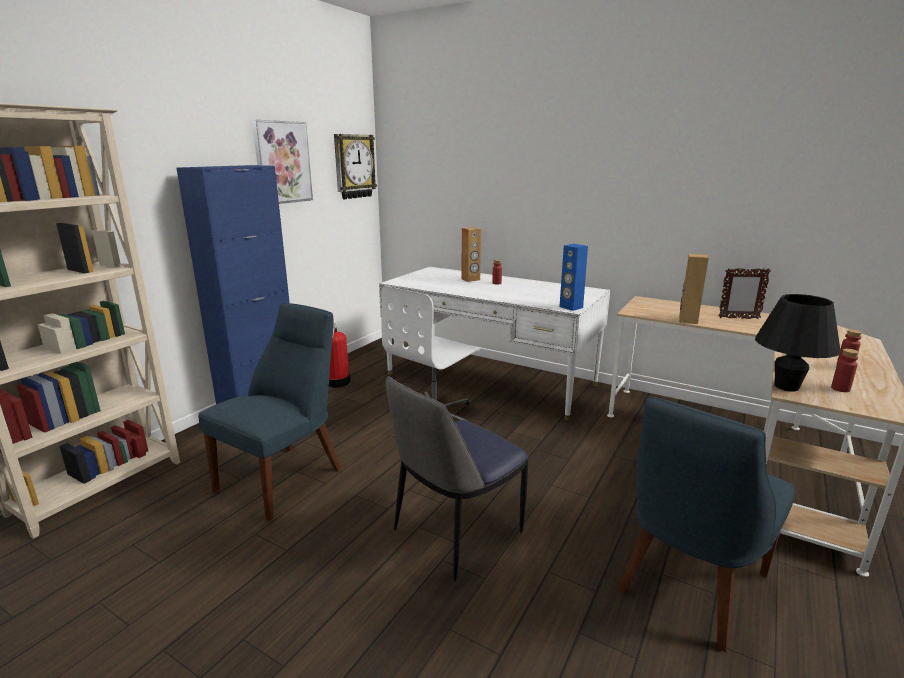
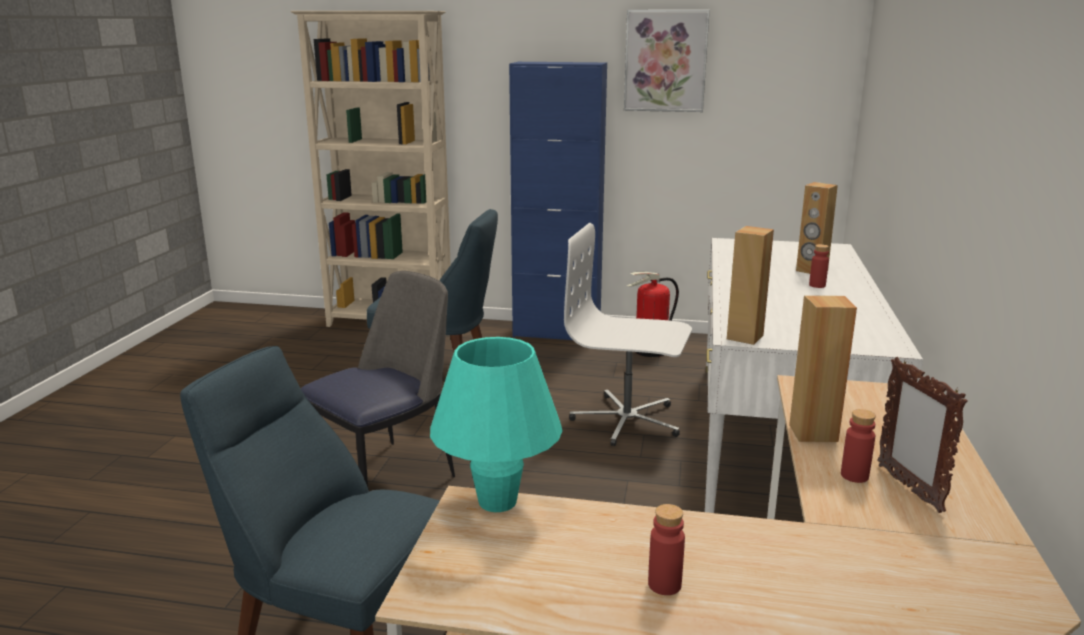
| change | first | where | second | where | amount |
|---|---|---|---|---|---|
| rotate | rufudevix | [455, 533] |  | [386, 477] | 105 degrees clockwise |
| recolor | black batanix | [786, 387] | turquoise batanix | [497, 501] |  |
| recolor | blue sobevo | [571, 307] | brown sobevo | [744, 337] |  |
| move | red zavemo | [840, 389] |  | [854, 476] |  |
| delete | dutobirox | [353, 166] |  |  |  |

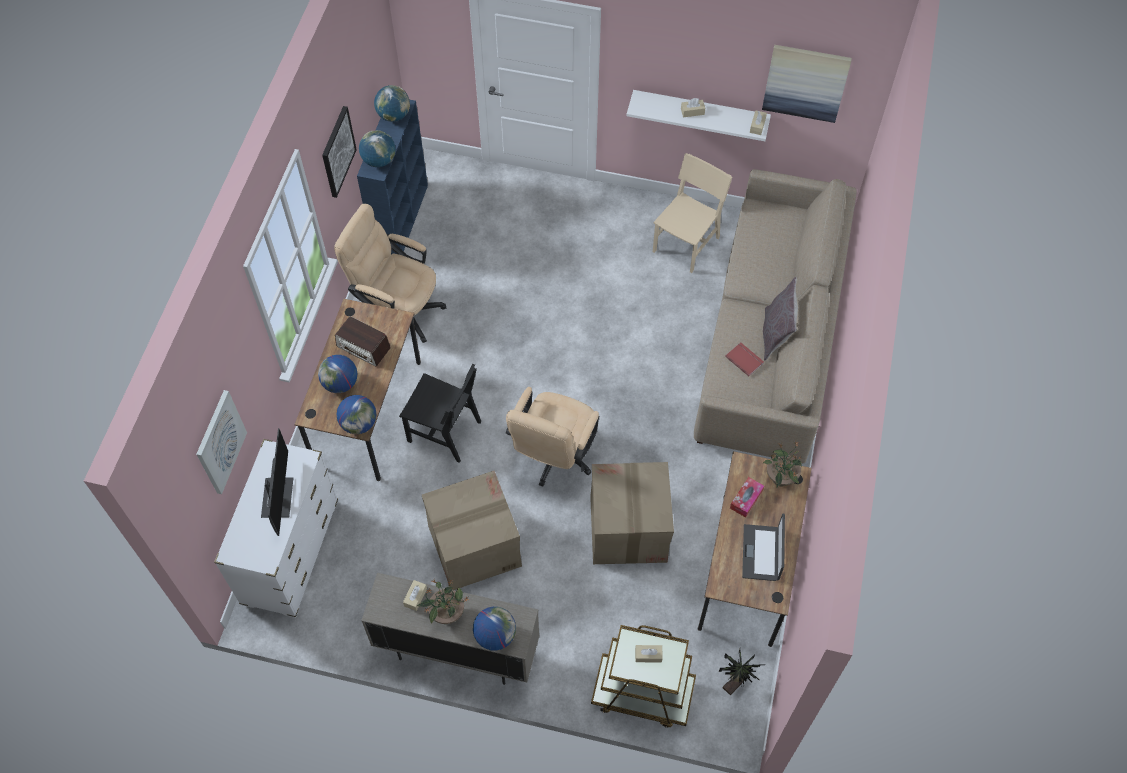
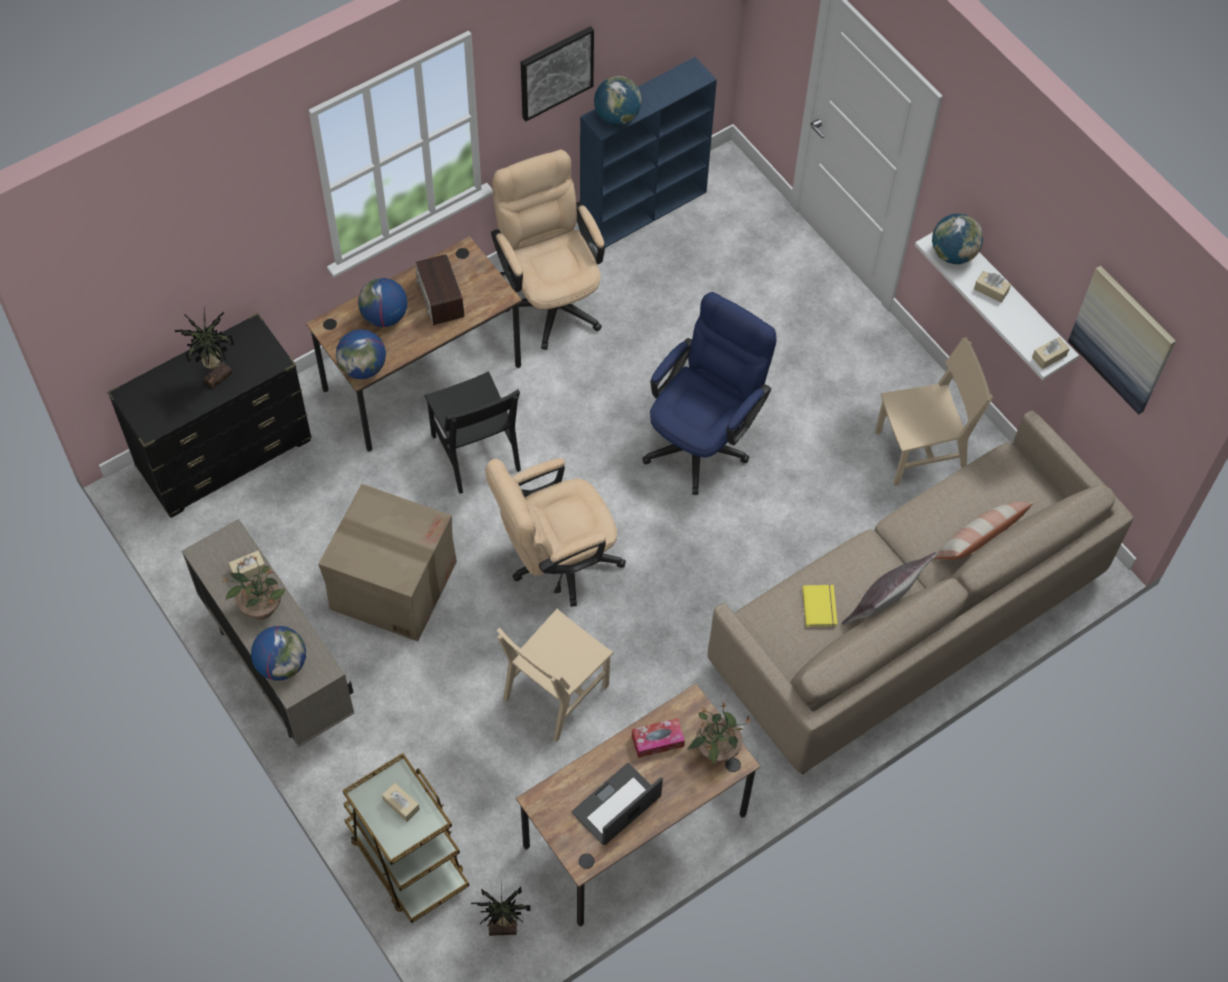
| change | first | where | second | where | amount |
|---|---|---|---|---|---|
| recolor | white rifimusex | [291, 552] | black rifimusex | [225, 455] |  |
| replace | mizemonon | [277, 497] | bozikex | [216, 376] |  |
| replace | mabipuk | [628, 530] | beige rufudevix | [556, 692] |  |
| insert |  |  | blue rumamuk | [703, 439] |  |
| recolor | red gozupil | [745, 359] | yellow gozupil | [821, 606] |  |
| move | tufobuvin | [394, 115] |  | [953, 254] |  |
| insert |  |  | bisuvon | [978, 540] |  |
| delete | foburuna | [220, 442] |  |  |  |

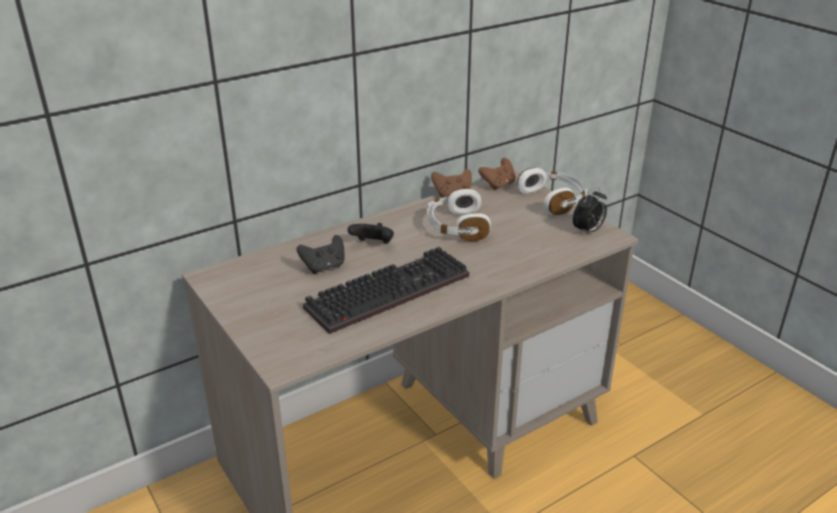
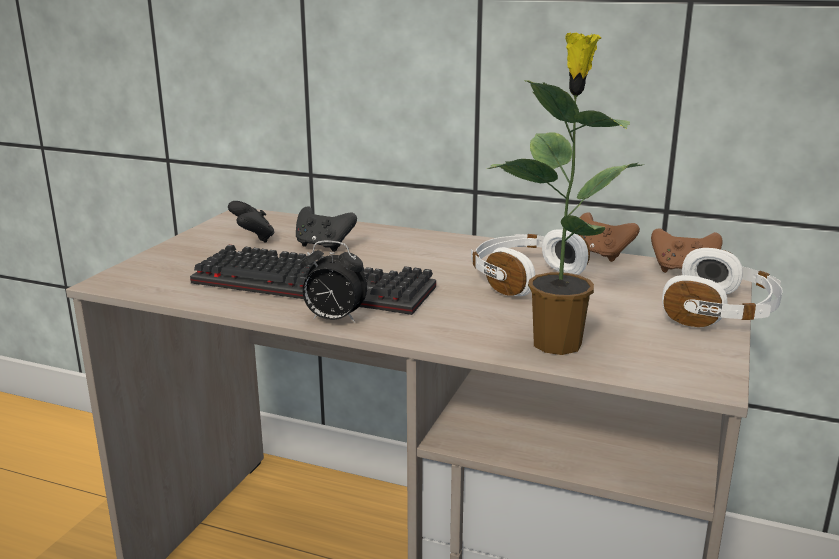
| change | first | where | second | where | amount |
|---|---|---|---|---|---|
| move | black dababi | [373, 245] |  | [253, 238] |  |
| move | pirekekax | [588, 231] |  | [334, 320] |  |
| insert |  |  | bozikex | [557, 342] |  |

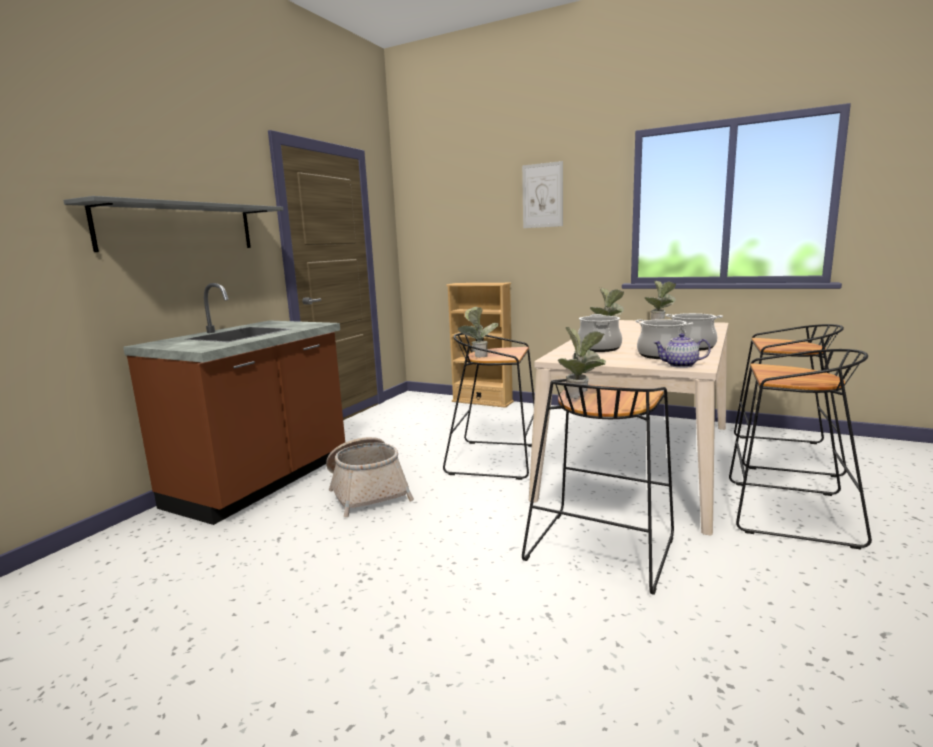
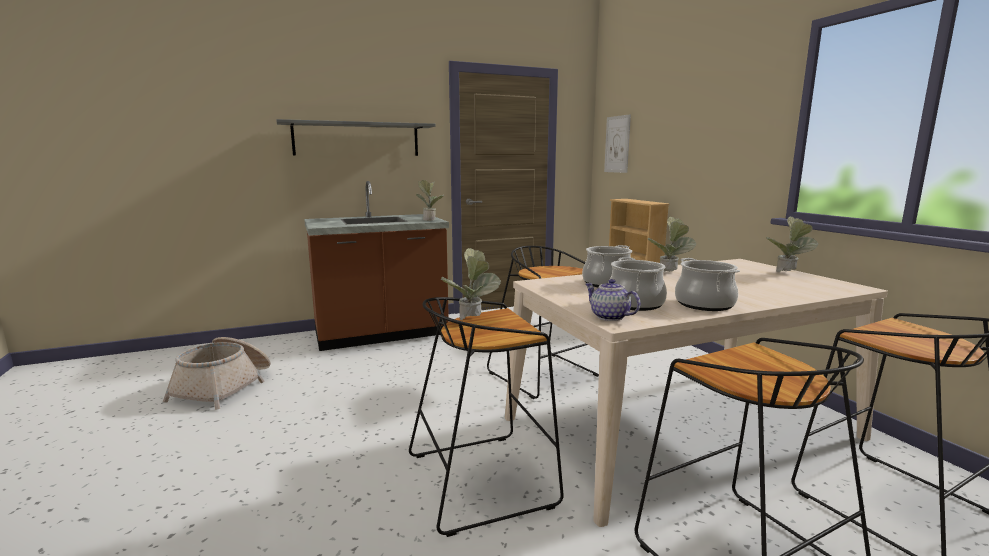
| change | first | where | second | where | amount |
|---|---|---|---|---|---|
| move | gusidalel | [367, 491] |  | [225, 387] |  |
| move | bozikex | [478, 355] |  | [430, 219] |  |
| move | foburuna | [542, 195] |  | [617, 144] |  |

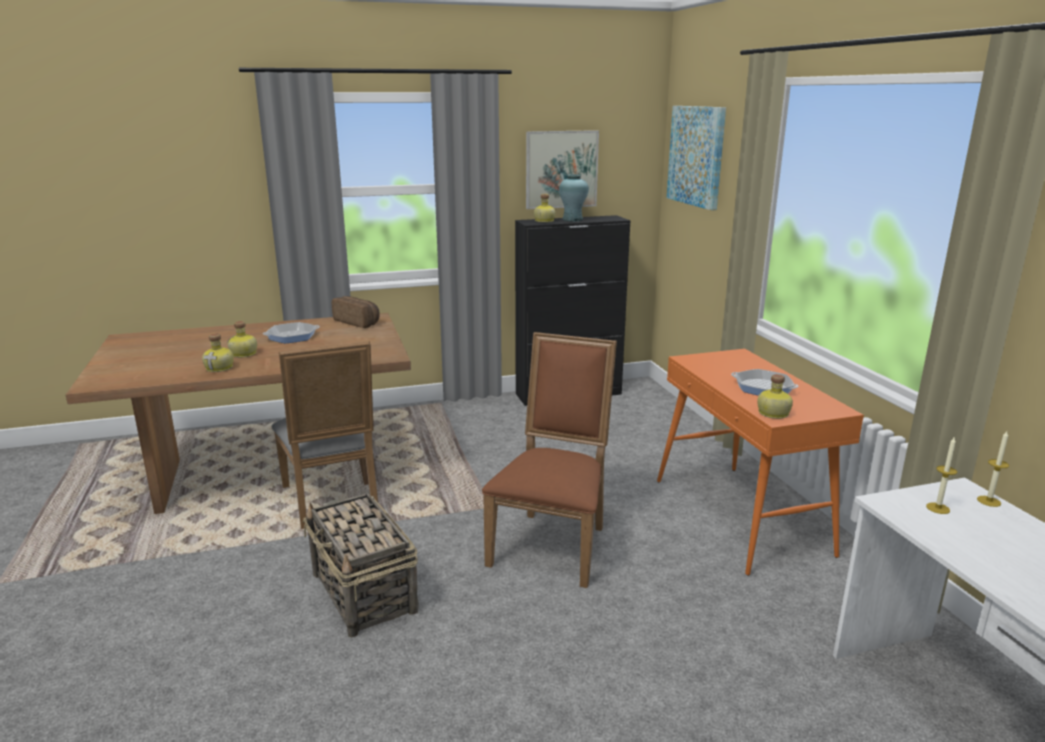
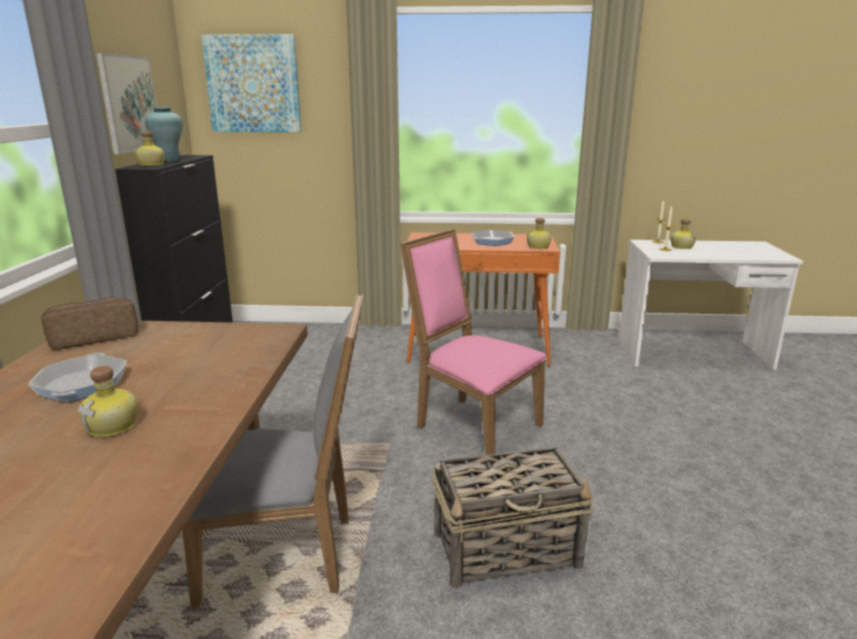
| change | first | where | second | where | amount |
|---|---|---|---|---|---|
| recolor | brown rufudevix | [553, 543] | pink rufudevix | [472, 425] |  |
| move | zavemo | [220, 368] |  | [681, 247] |  |

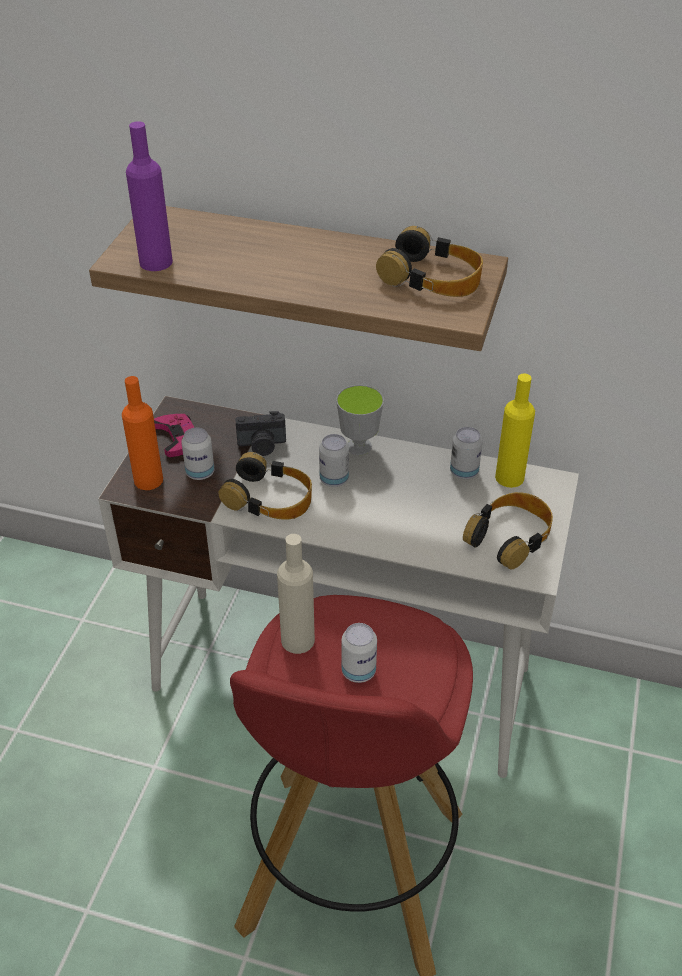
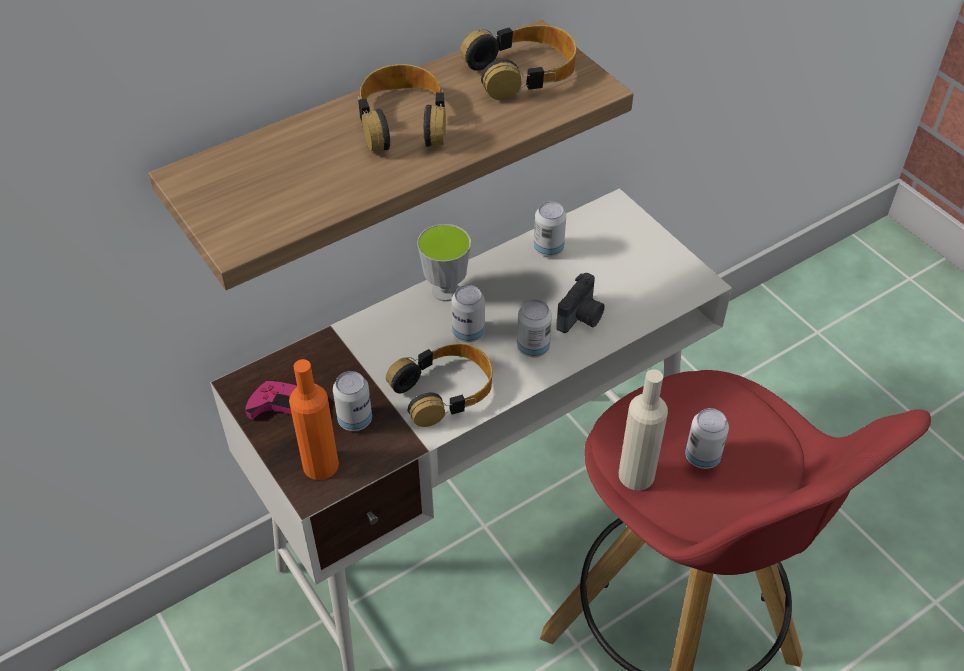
| change | first | where | second | where | amount |
|---|---|---|---|---|---|
| move | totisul | [510, 536] |  | [403, 121] |  |
| insert |  |  | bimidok | [533, 348] |  |
| move | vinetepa | [262, 446] |  | [581, 317] |  |
| delete | purple zavemo | [156, 262] |  |  |  |
| delete | yellow zavemo | [509, 477] |  |  |  |

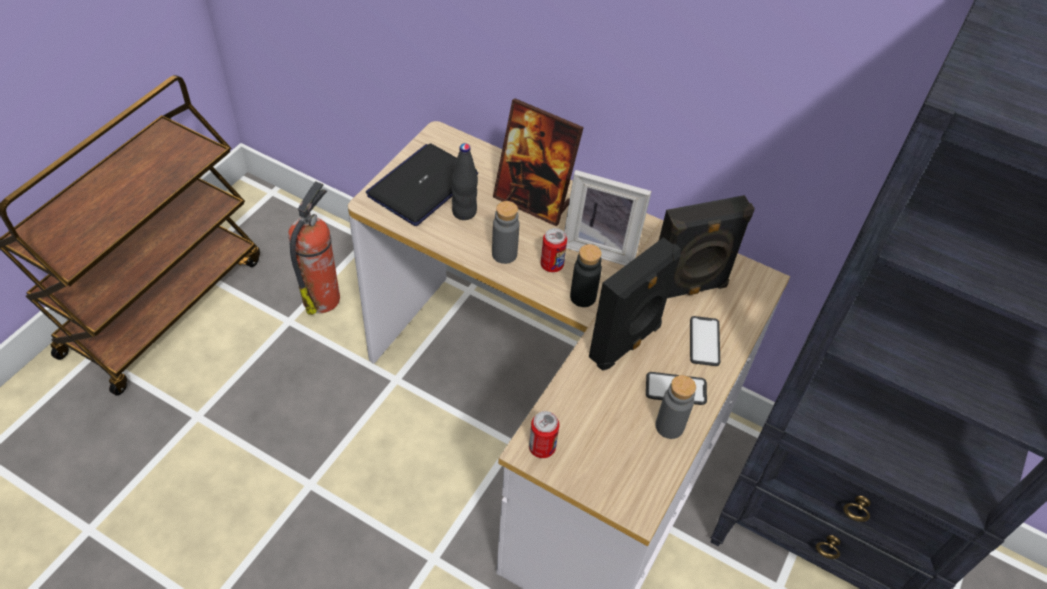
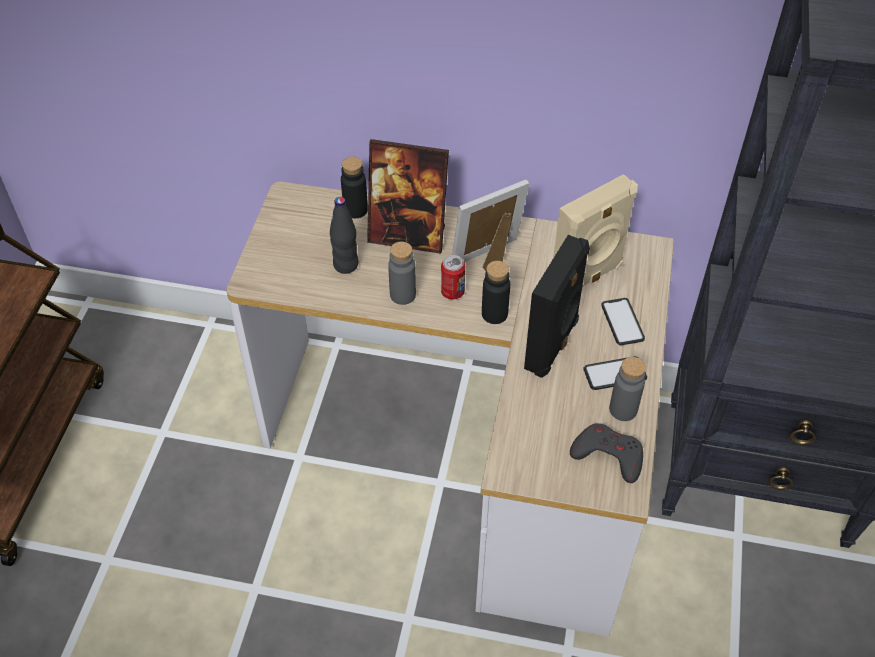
| change | first | where | second | where | amount |
|---|---|---|---|---|---|
| insert |  |  | black zavemo | [355, 210] |  |
| rotate | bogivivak | [601, 246] |  | [491, 260] | 150 degrees clockwise |
| recolor | black sobevo | [688, 289] | beige sobevo | [588, 277] |  |
| insert |  |  | grey dababi | [608, 455] |  |
| delete | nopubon | [322, 297] |  |  |  |
| delete | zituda | [422, 185] |  |  |  |
| delete | bimidok | [542, 447] |  |  |  |

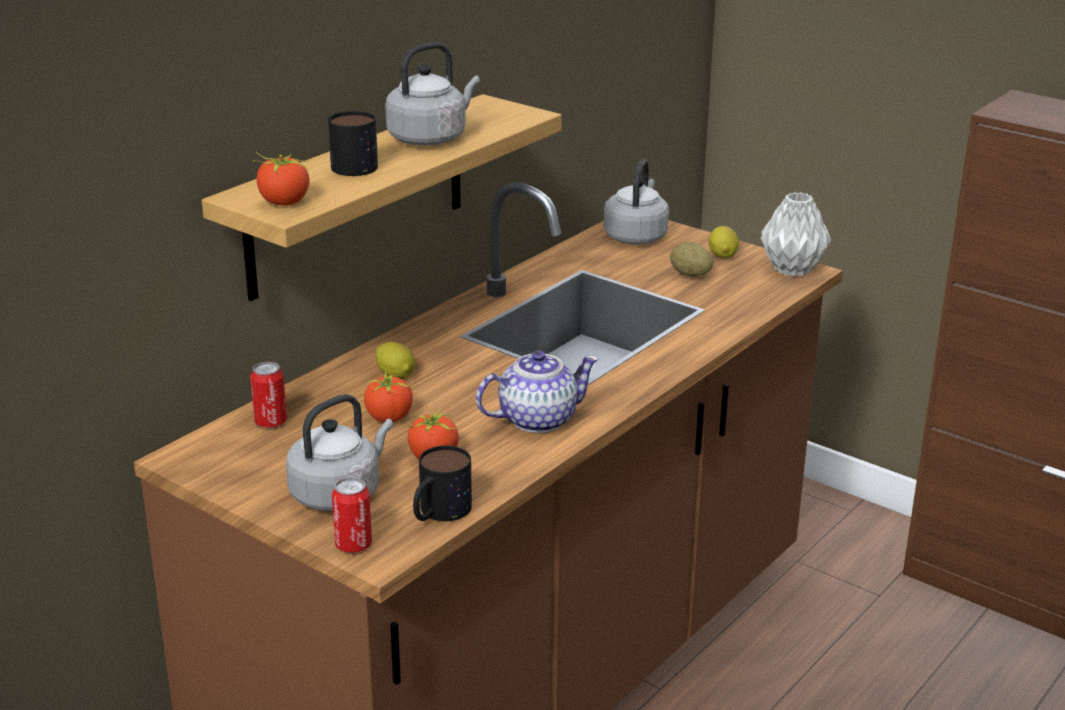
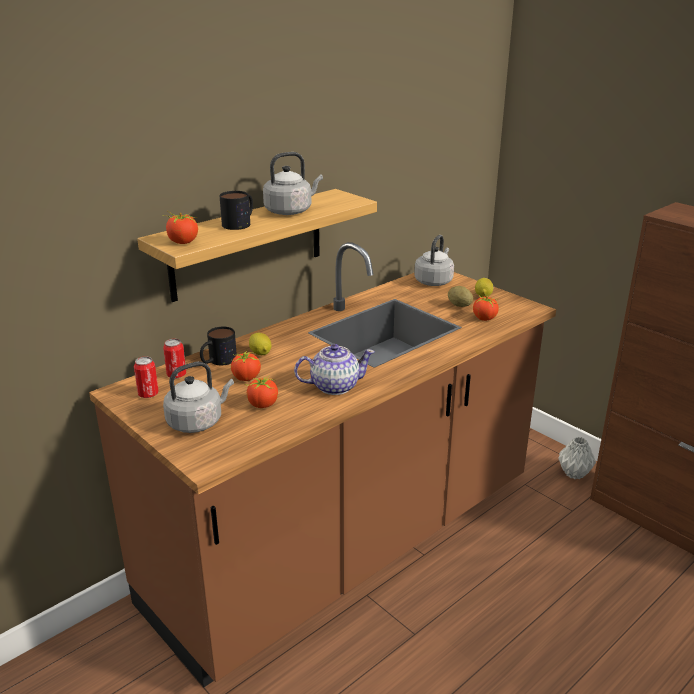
| change | first | where | second | where | amount |
|---|---|---|---|---|---|
| move | bimidok | [353, 545] |  | [148, 394] |  |
| move | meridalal | [438, 513] |  | [217, 361] |  |
| insert |  |  | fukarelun | [484, 318] |  |
| move | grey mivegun | [793, 269] |  | [574, 473] |  |

